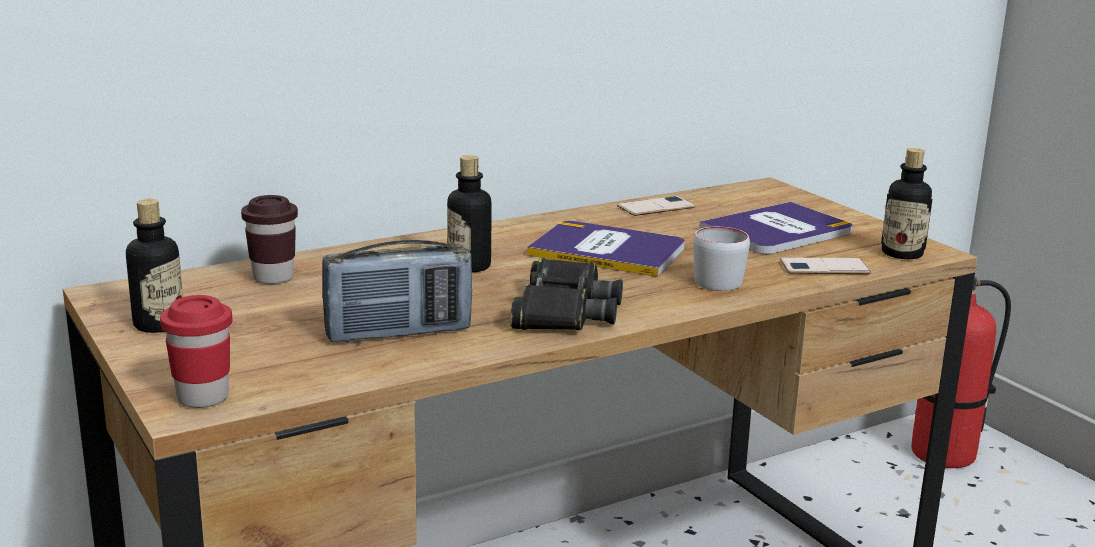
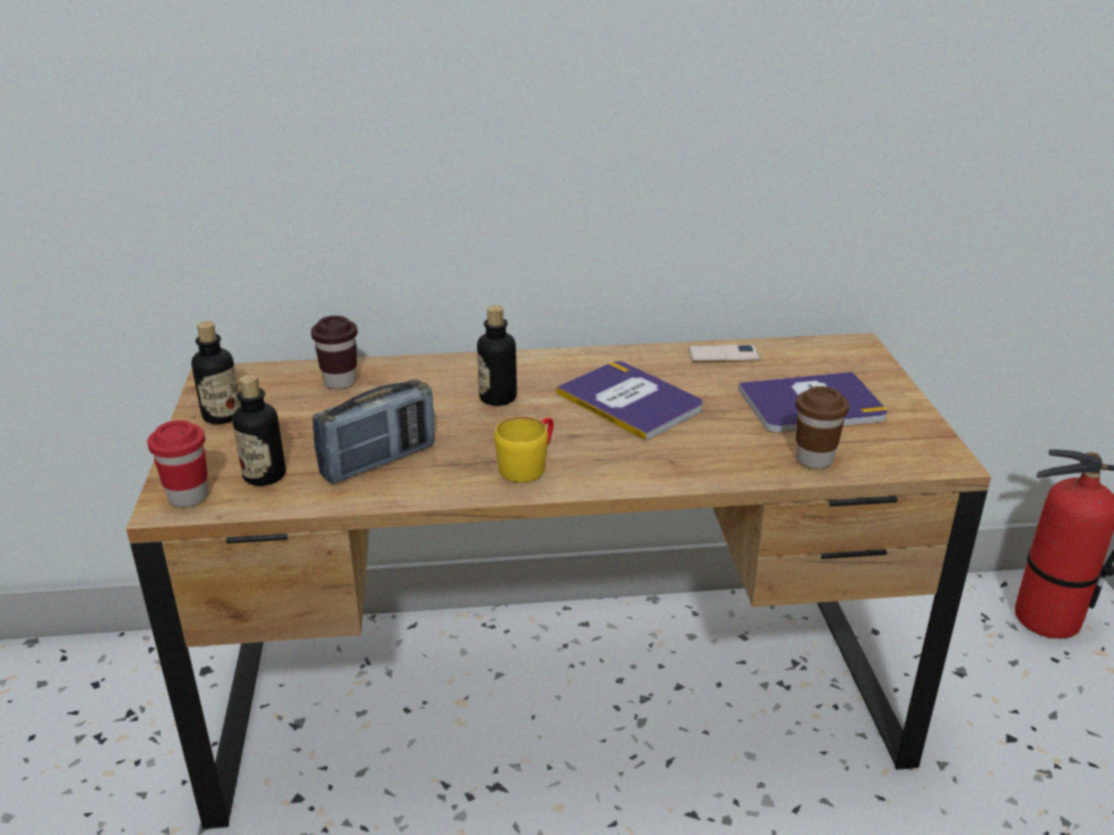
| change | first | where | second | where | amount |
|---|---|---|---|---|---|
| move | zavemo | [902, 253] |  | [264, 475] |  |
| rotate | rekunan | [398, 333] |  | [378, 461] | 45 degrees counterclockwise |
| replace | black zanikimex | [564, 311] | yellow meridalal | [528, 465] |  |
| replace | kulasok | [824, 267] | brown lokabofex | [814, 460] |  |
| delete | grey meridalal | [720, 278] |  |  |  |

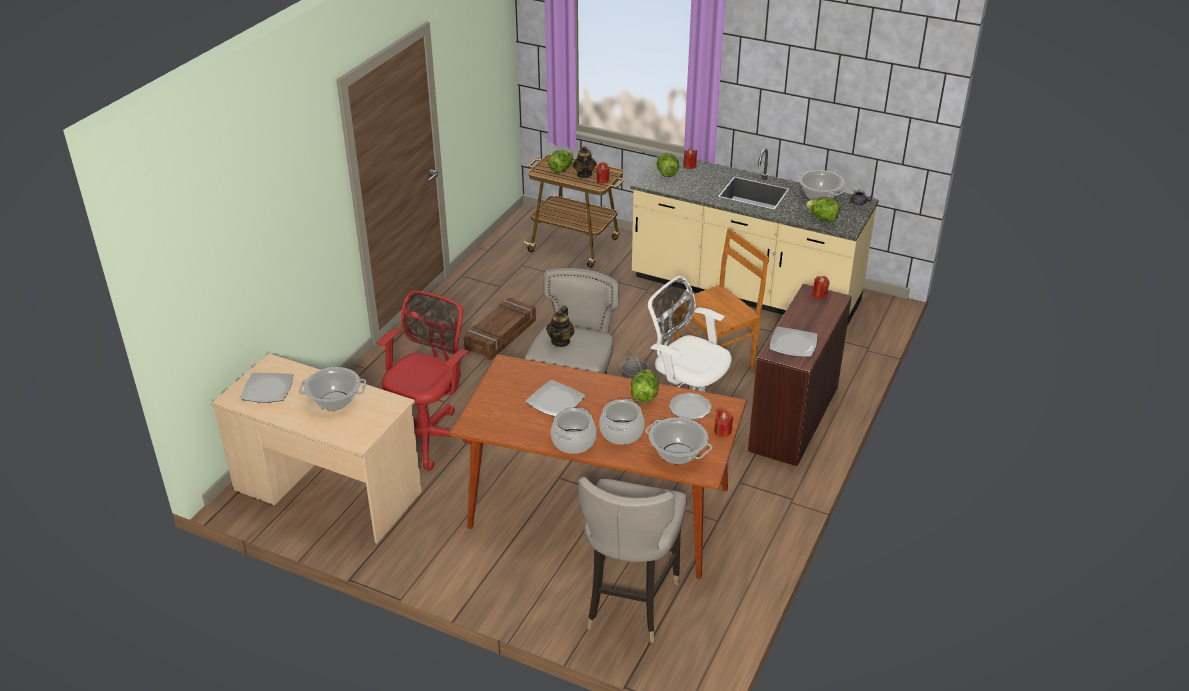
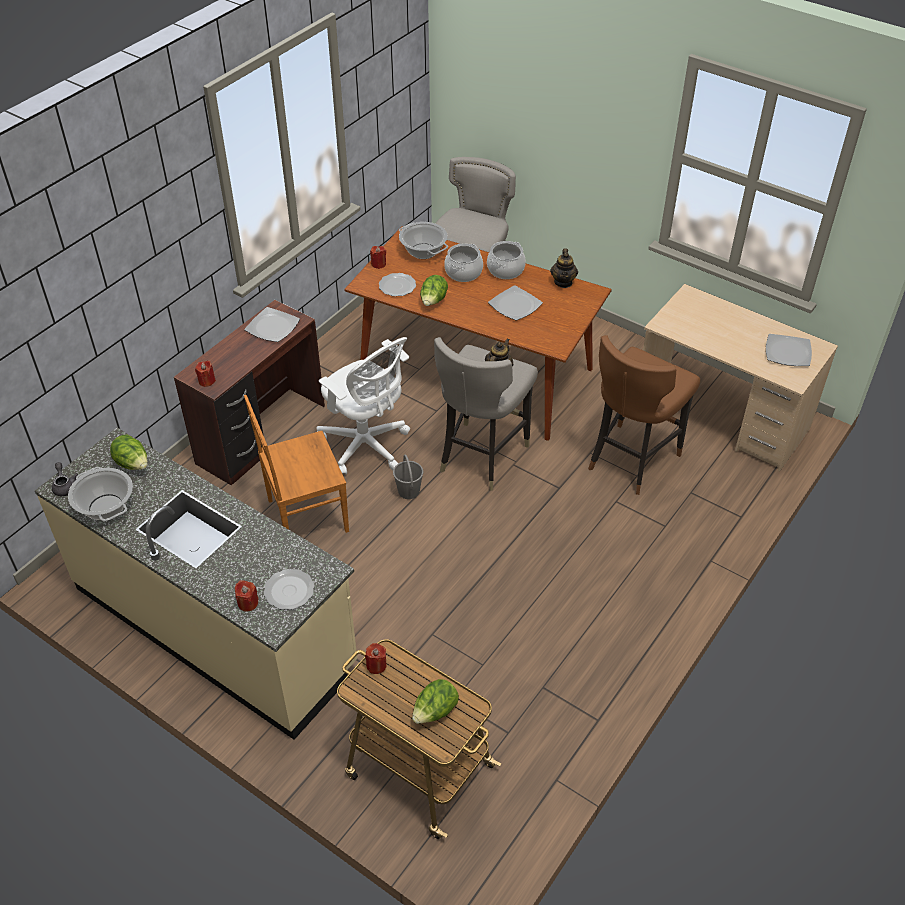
| change | first | where | second | where | amount |
|---|---|---|---|---|---|
| replace | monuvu | [666, 173] | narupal | [290, 590] |  |
| move | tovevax | [584, 174] |  | [563, 282] |  |
| replace | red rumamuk | [428, 437] | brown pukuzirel | [631, 460] |  |
| delete | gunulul | [335, 401] |  |  |  |
| delete | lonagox | [501, 335] |  |  |  |

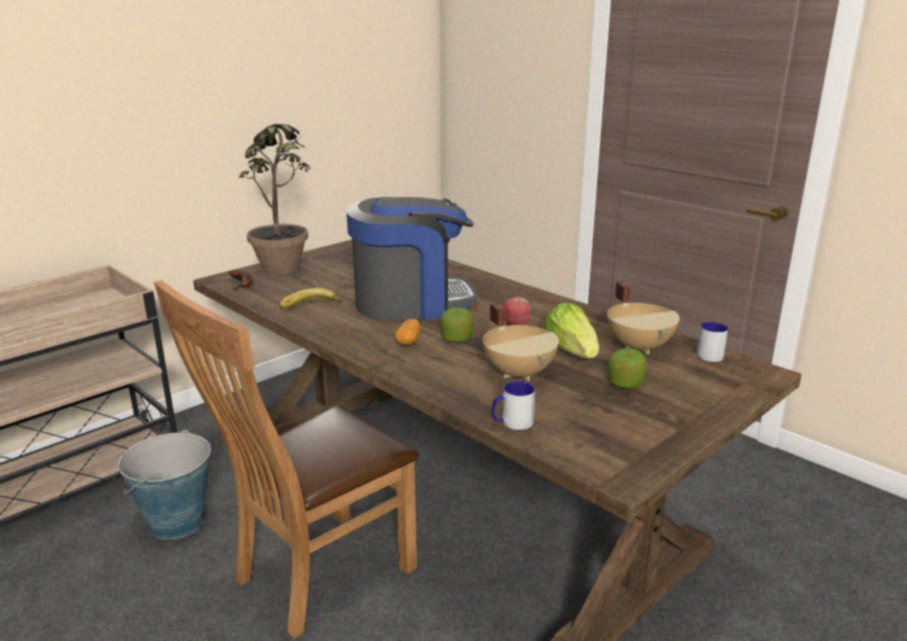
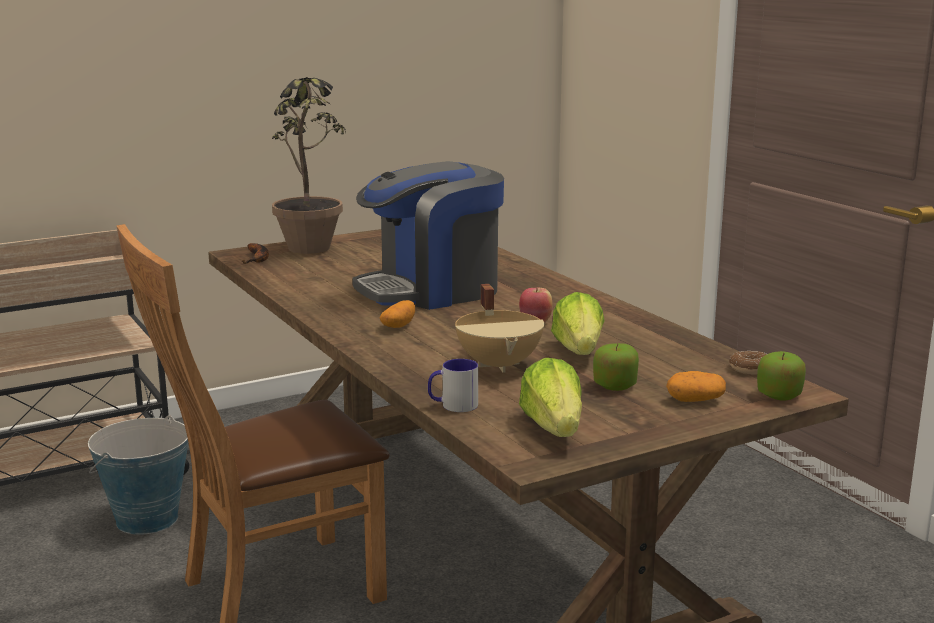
| change | first | where | second | where | amount |
|---|---|---|---|---|---|
| rotate | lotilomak | [411, 302] |  | [431, 290] | 150 degrees clockwise |
| insert |  |  | monuvu | [554, 428] |  |
| insert |  |  | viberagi | [695, 400] |  |
| replace | meridalal | [711, 354] | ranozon | [750, 369] |  |
| move | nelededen | [456, 339] |  | [779, 395] |  |
| delete | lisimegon | [310, 306] |  |  |  |
| delete | beige gunulul | [640, 347] |  |  |  |

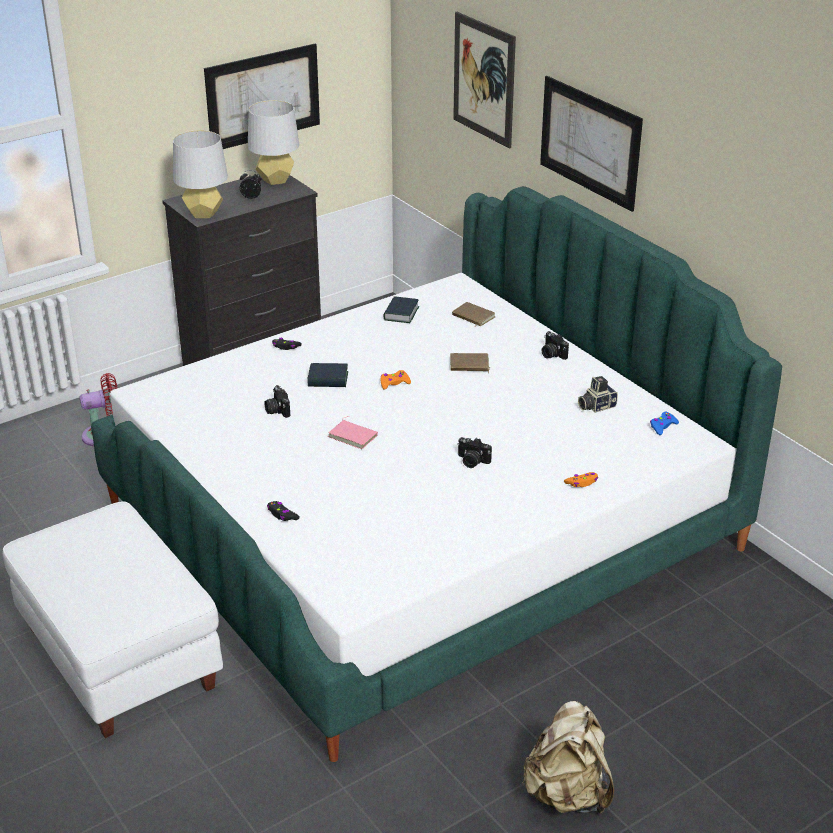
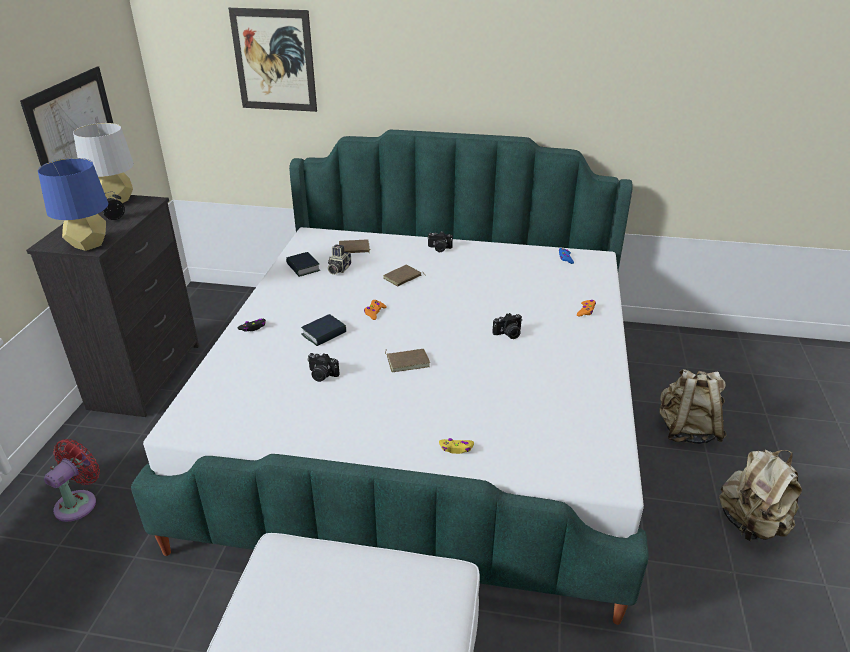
| change | first | where | second | where | amount |
|---|---|---|---|---|---|
| recolor | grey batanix | [203, 213] | blue batanix | [88, 245] |  |
| move | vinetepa | [596, 406] |  | [338, 269] |  |
| recolor | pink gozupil | [354, 436] | brown gozupil | [408, 361] |  |
| recolor | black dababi | [282, 515] | yellow dababi | [456, 448] |  |
| insert |  |  | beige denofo | [686, 431] |  |
| delete | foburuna | [589, 142] |  |  |  |

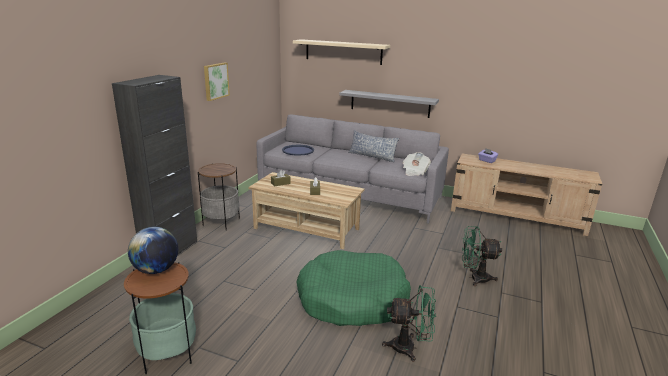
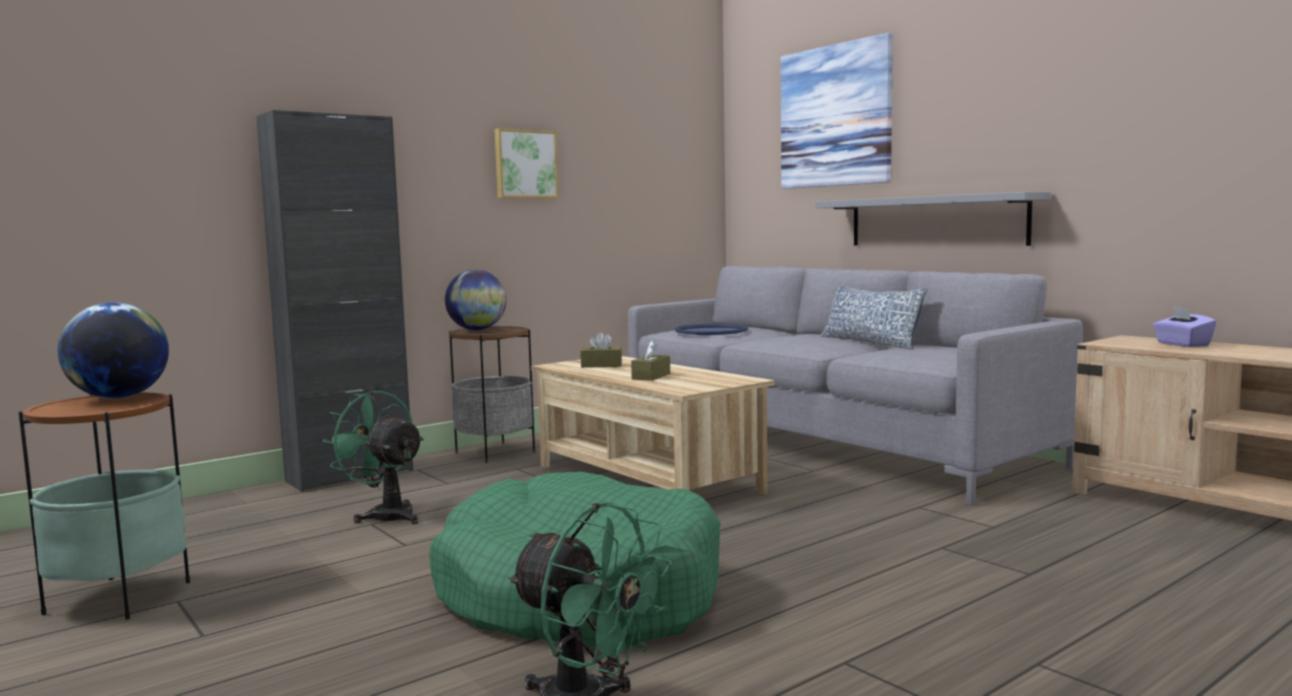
| change | first | where | second | where | amount |
|---|---|---|---|---|---|
| move | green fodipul | [474, 278] |  | [385, 515] |  |
| insert |  |  | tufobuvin | [477, 330] |  |
| replace | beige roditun | [343, 52] | foburuna | [835, 116] |  |
| delete | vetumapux | [414, 171] |  |  |  |

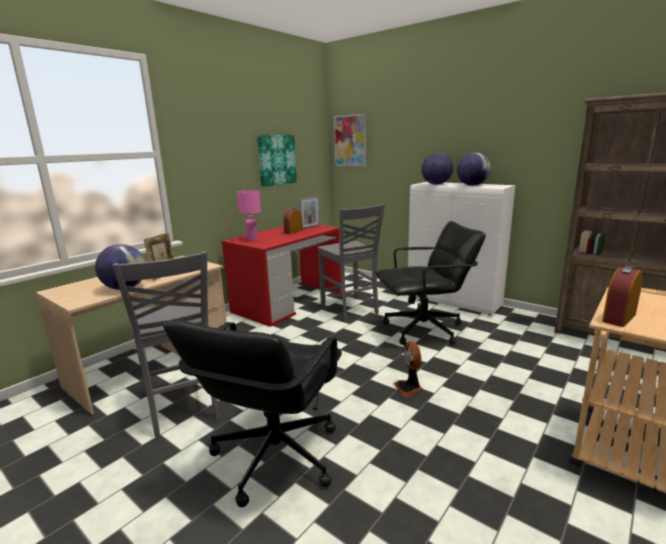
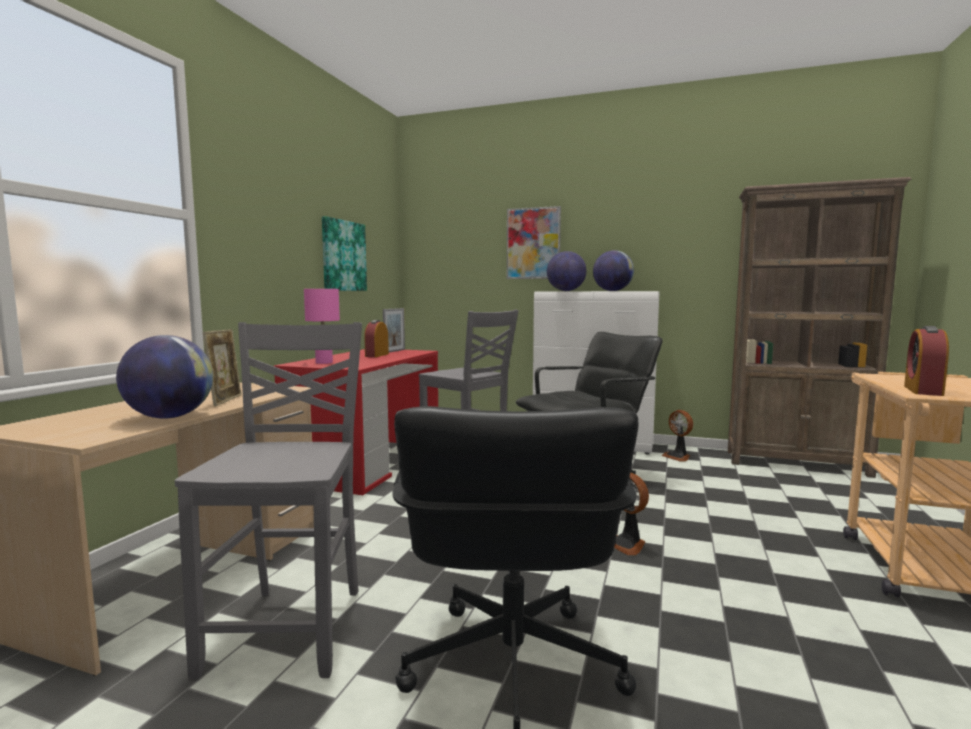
| change | first | where | second | where | amount |
|---|---|---|---|---|---|
| rotate | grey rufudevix | [183, 407] |  | [291, 628] | 135 degrees counterclockwise |
| move | foburuna | [350, 141] |  | [533, 243] |  |
| insert |  |  | fodipul | [678, 457] |  |

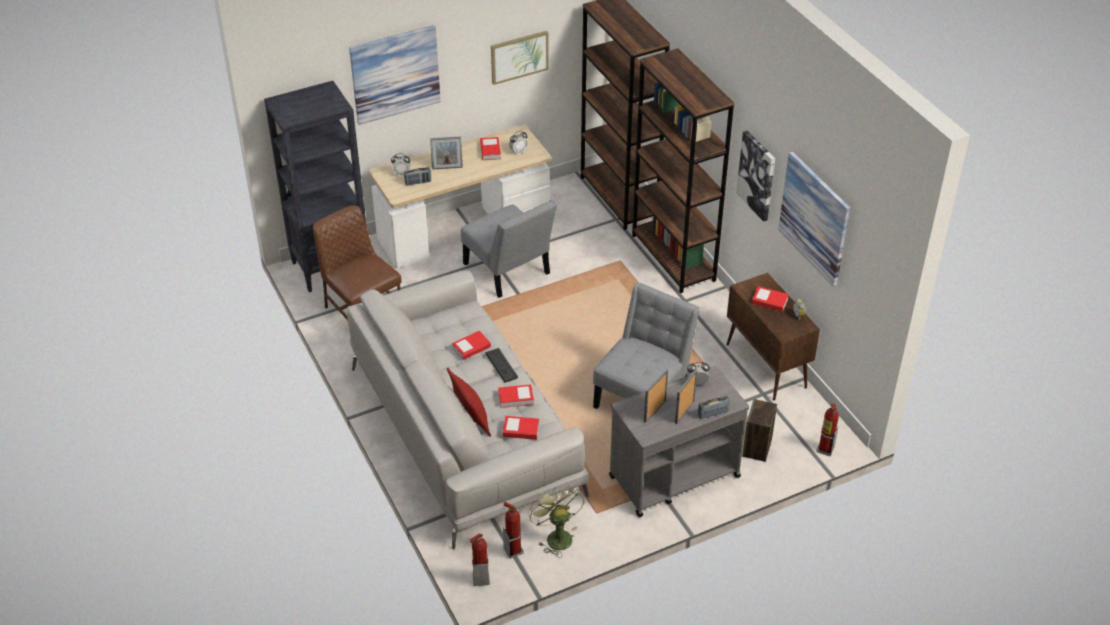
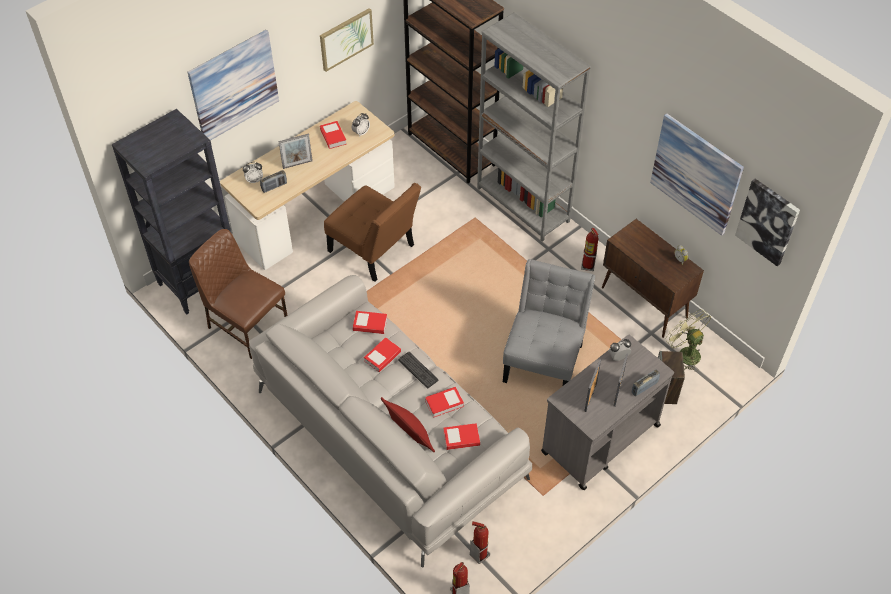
| change | first | where | second | where | amount |
|---|---|---|---|---|---|
| recolor | grey rufudevix | [509, 272] | brown rufudevix | [374, 251] |  |
| move | gozupil | [769, 301] |  | [370, 324] |  |
| recolor | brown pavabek | [673, 258] | grey pavabek | [523, 205] |  |
| move | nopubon | [825, 450] |  | [587, 266] |  |
| move | green fodipul | [556, 536] |  | [685, 353] |  |
| move | foburuna | [757, 175] |  | [768, 221] |  |

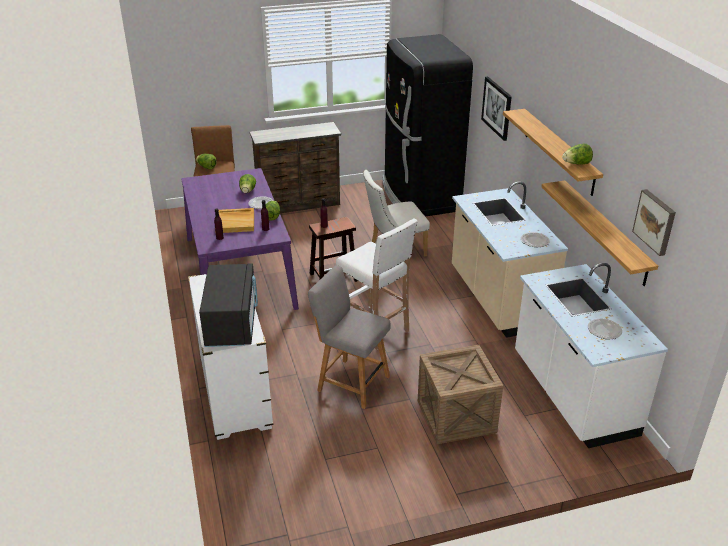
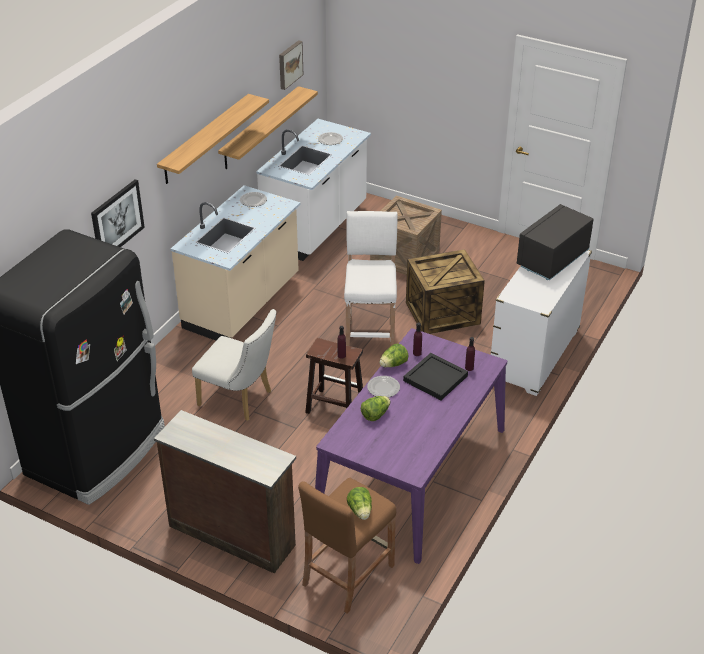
| change | first | where | second | where | amount |
|---|---|---|---|---|---|
| recolor | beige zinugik | [235, 222] | black zinugik | [434, 378] |  |
| replace | grey rufudevix | [350, 382] | lonagox | [442, 314] |  |
| delete | monuvu | [576, 164] |  |  |  |

